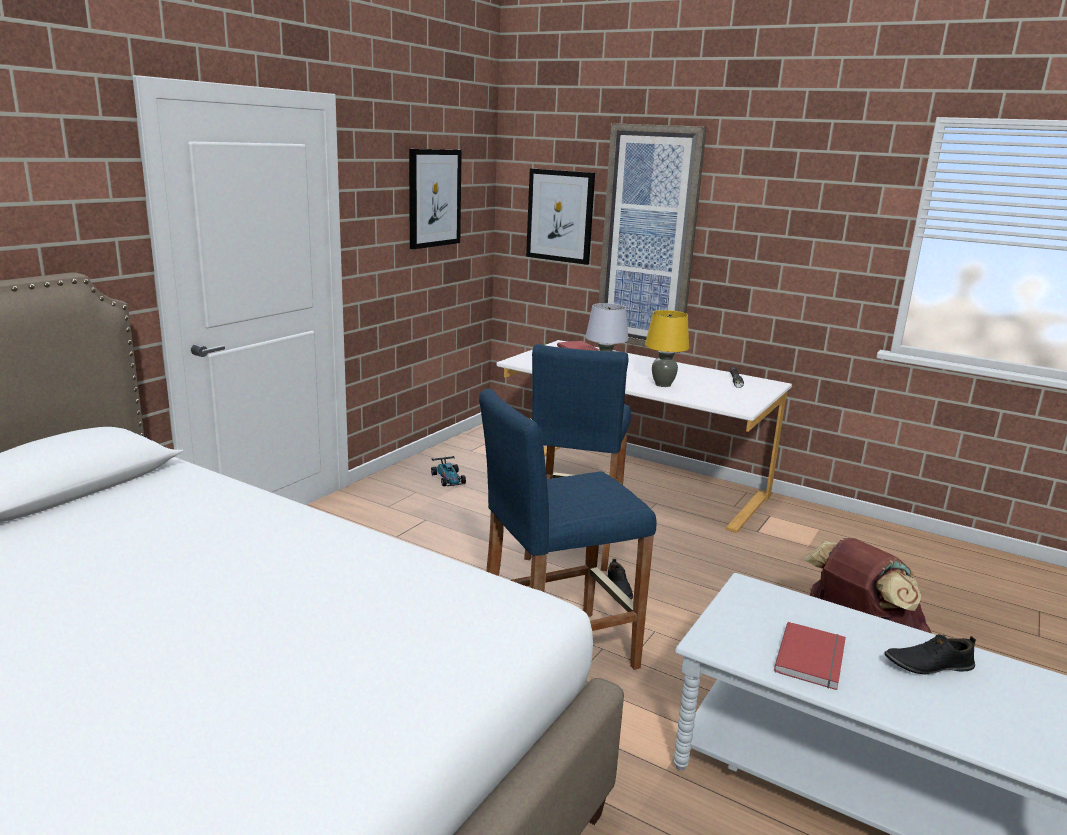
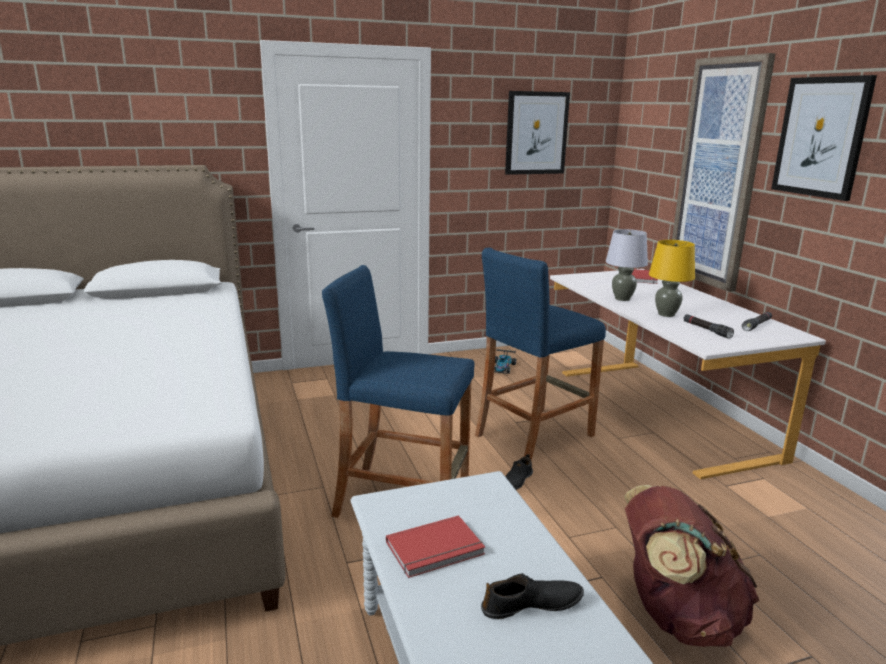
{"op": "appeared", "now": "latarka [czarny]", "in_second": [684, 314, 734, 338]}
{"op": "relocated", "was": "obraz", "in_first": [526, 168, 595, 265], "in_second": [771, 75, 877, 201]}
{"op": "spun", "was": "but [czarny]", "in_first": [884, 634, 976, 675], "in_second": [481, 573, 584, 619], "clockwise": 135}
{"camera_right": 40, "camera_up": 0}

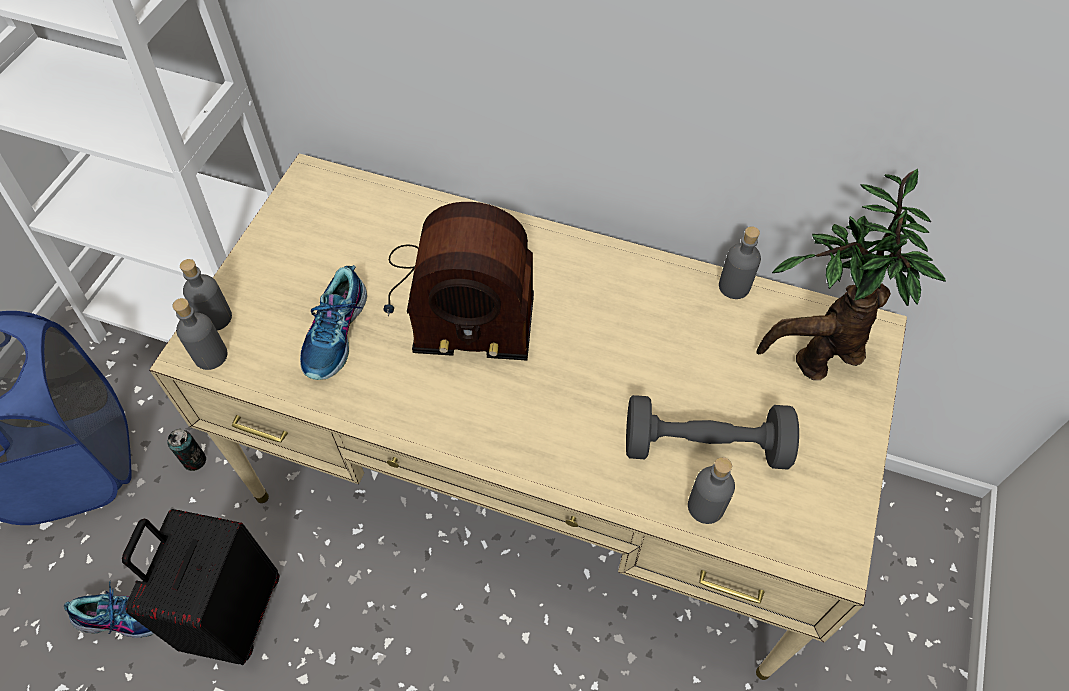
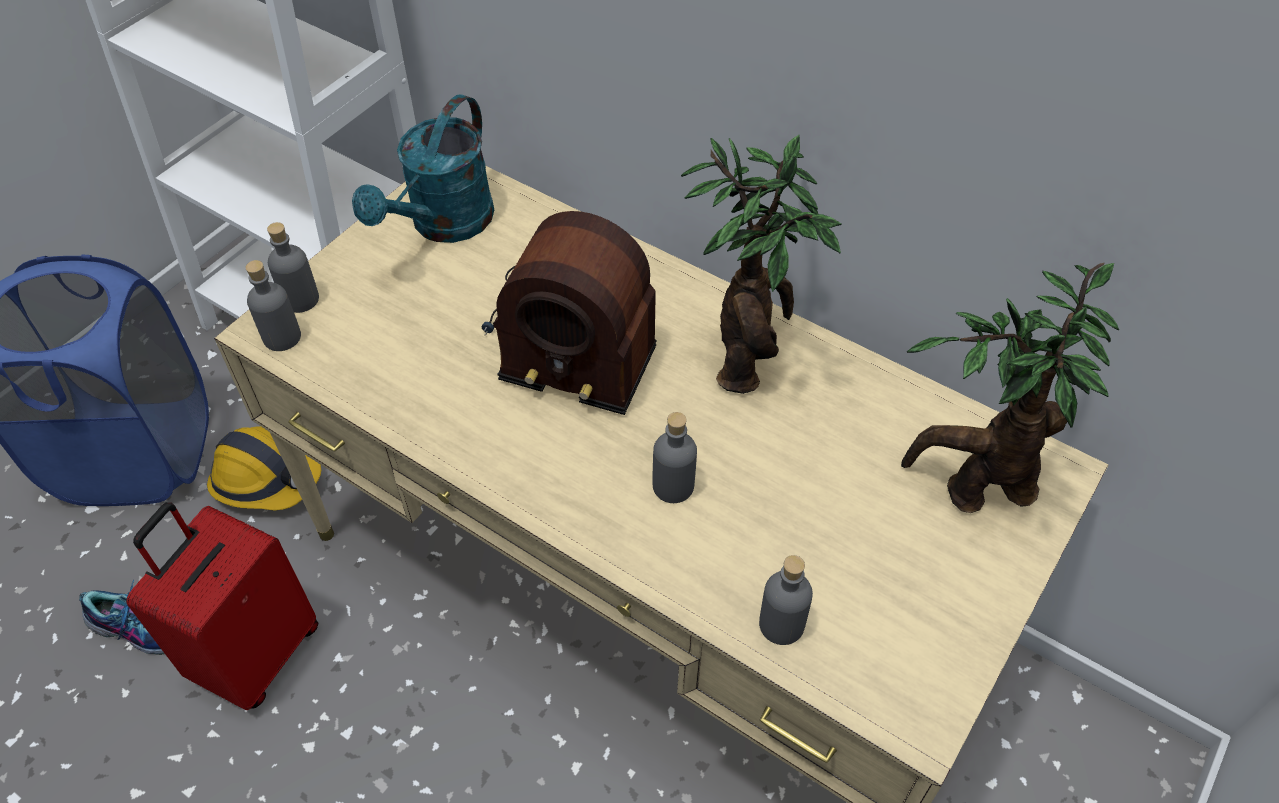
{"op": "missing", "was": "but", "in_first": [300, 265, 367, 380]}
{"op": "missing", "was": "hantel [szary]", "in_first": [626, 395, 799, 470]}
{"op": "appeared", "now": "konewka [turkusowy]", "in_second": [352, 94, 494, 243]}
{"op": "appeared", "now": "roślina doniczkowa", "in_second": [681, 135, 842, 394]}
{"op": "relocated", "was": "butelka [szary]", "in_first": [719, 226, 761, 299], "in_second": [652, 412, 697, 503]}
{"op": "exchanged", "was": "puszka", "now": "kask", "in_first": [168, 429, 206, 471], "in_second": [207, 426, 321, 510]}
{"op": "colour", "was": "walizka [czarny]", "now": "walizka [czerwony]", "in_first": [122, 509, 279, 665], "in_second": [126, 502, 318, 710]}
{"camera_right": 15, "camera_up": -5}

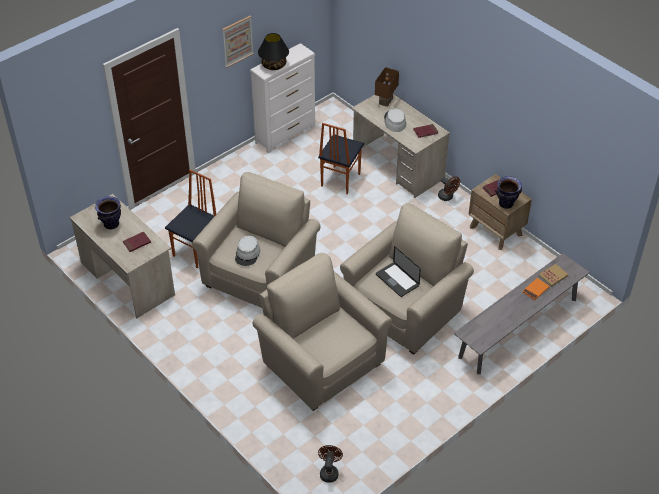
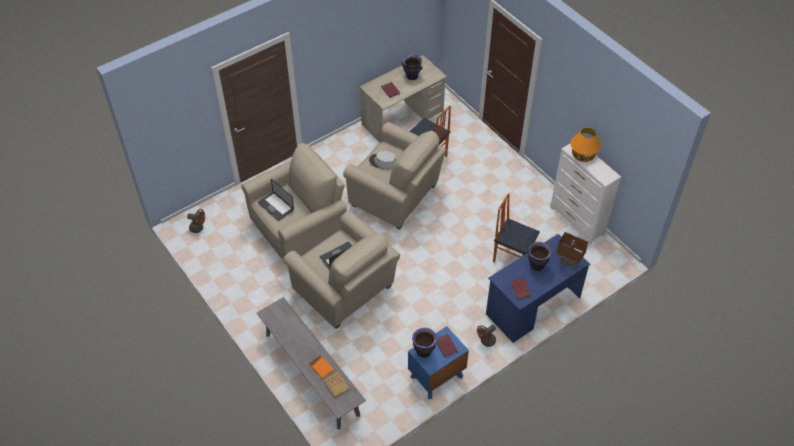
{"op": "missing", "was": "obraz", "in_first": [222, 16, 254, 68]}
{"op": "appeared", "now": "laptop", "in_second": [258, 179, 294, 221]}
{"op": "exchanged", "was": "kapelusz [szary]", "now": "wazon", "in_first": [384, 108, 406, 132], "in_second": [528, 242, 552, 271]}
{"op": "colour", "was": "lampa stołowa [czarny]", "now": "lampa stołowa [pomarańczowy]", "in_first": [258, 33, 289, 70], "in_second": [571, 128, 601, 162]}
{"op": "colour", "was": "biurko [beżowy]", "now": "biurko [niebieski]", "in_first": [352, 94, 450, 198], "in_second": [486, 234, 590, 343]}
{"op": "colour", "was": "szafka nocna [brązowy]", "now": "szafka nocna [niebieski]", "in_first": [468, 174, 532, 250], "in_second": [408, 326, 469, 399]}
{"camera_right": 95, "camera_up": 5}

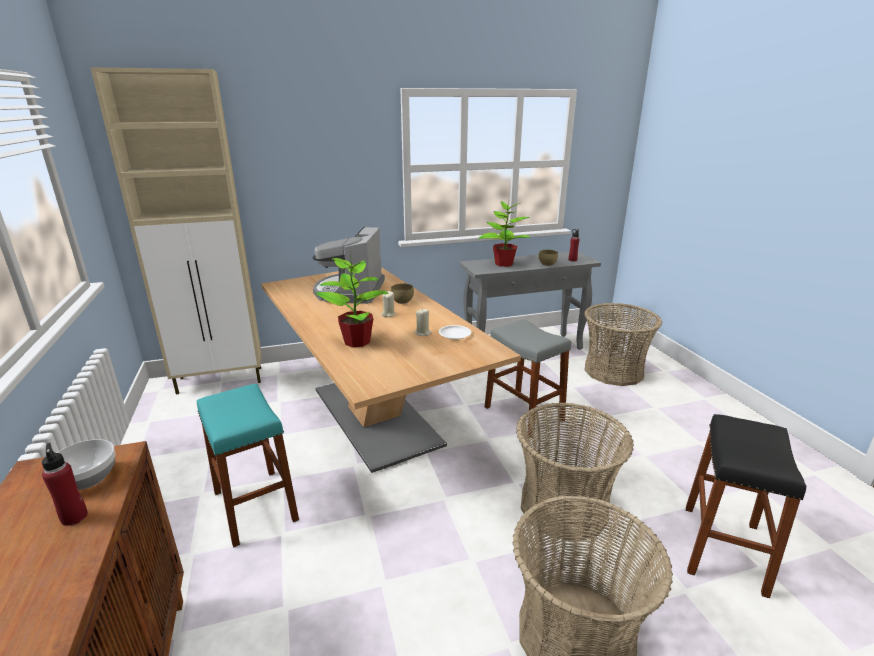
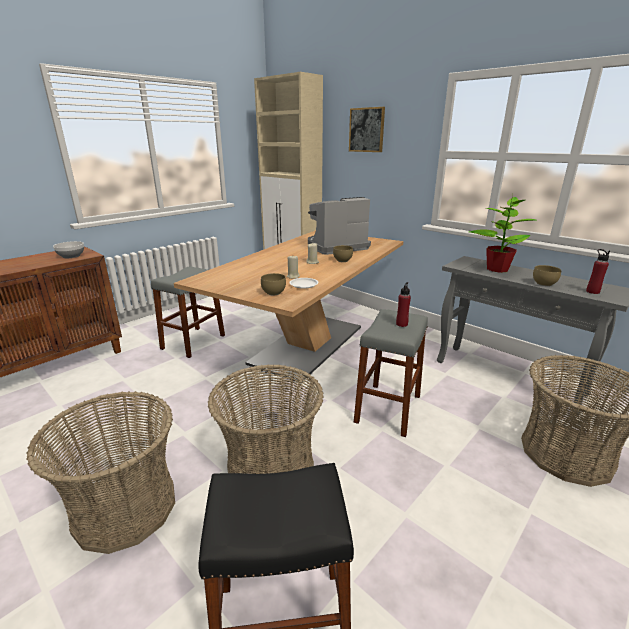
{"op": "missing", "was": "roślina doniczkowa", "in_first": [315, 253, 389, 347]}
{"op": "appeared", "now": "miska [brązowy]", "in_second": [261, 273, 286, 296]}
{"op": "appeared", "now": "obraz", "in_second": [349, 107, 385, 152]}
{"op": "relocated", "was": "butelka [czerwony]", "in_first": [42, 443, 88, 526], "in_second": [396, 282, 411, 327]}
{"op": "colour", "was": "stołek [turkusowy]", "now": "stołek [szary]", "in_first": [197, 384, 299, 547], "in_second": [151, 266, 225, 358]}
{"camera_right": 60, "camera_up": 0}

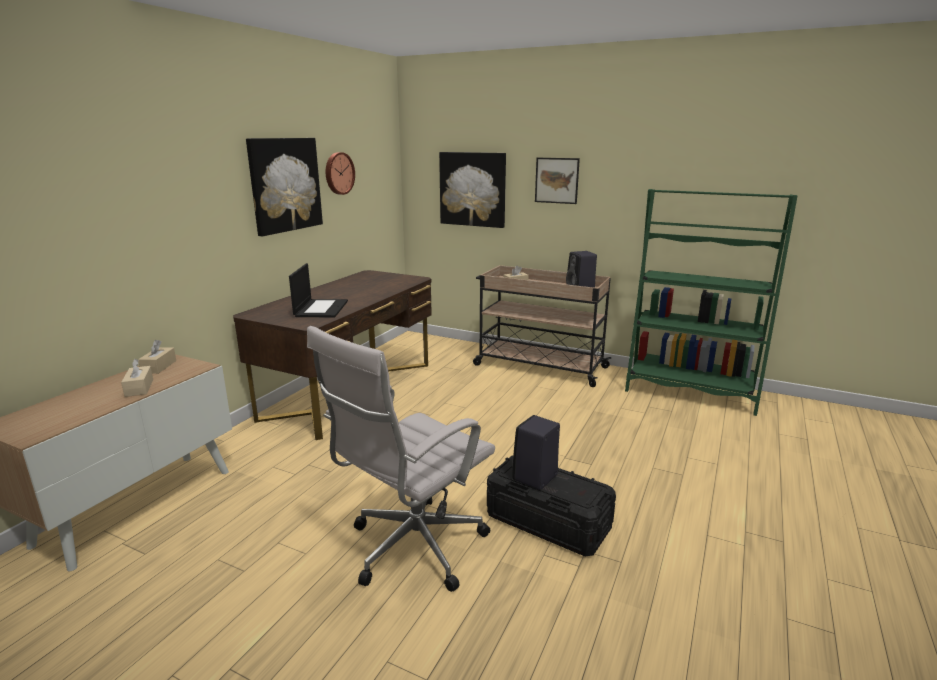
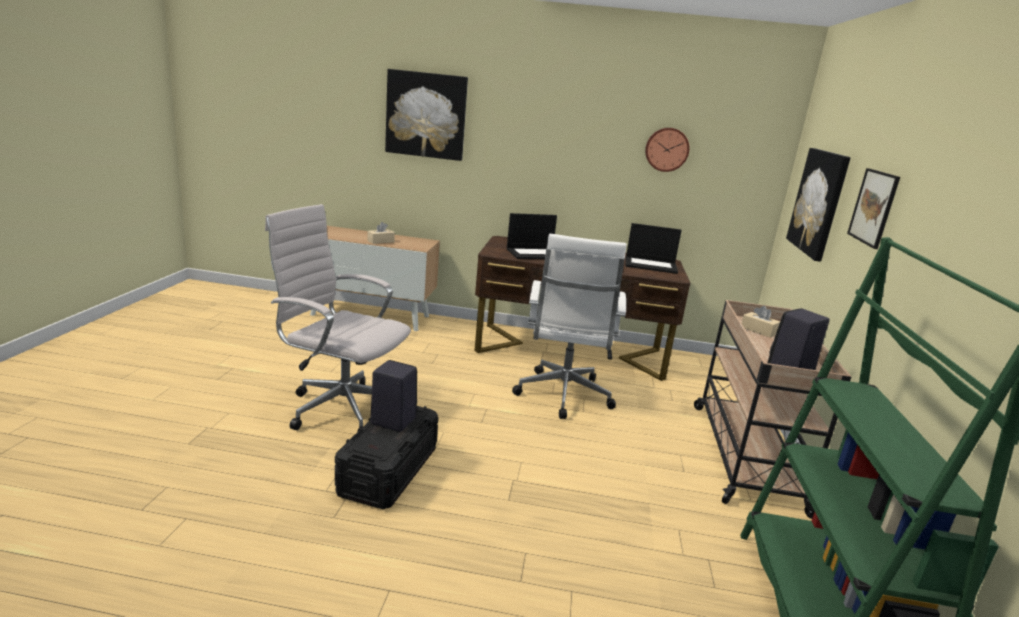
{"op": "missing", "was": "pudełko chusteczek [beżowy]", "in_first": [138, 340, 176, 374]}
{"op": "appeared", "now": "krzesło biurowe [biały]", "in_second": [512, 234, 627, 419]}
{"op": "appeared", "now": "laptop", "in_second": [626, 223, 682, 274]}
{"op": "relocated", "was": "obraz", "in_first": [246, 138, 323, 236], "in_second": [385, 69, 468, 161]}
{"camera_right": 70, "camera_up": 0}

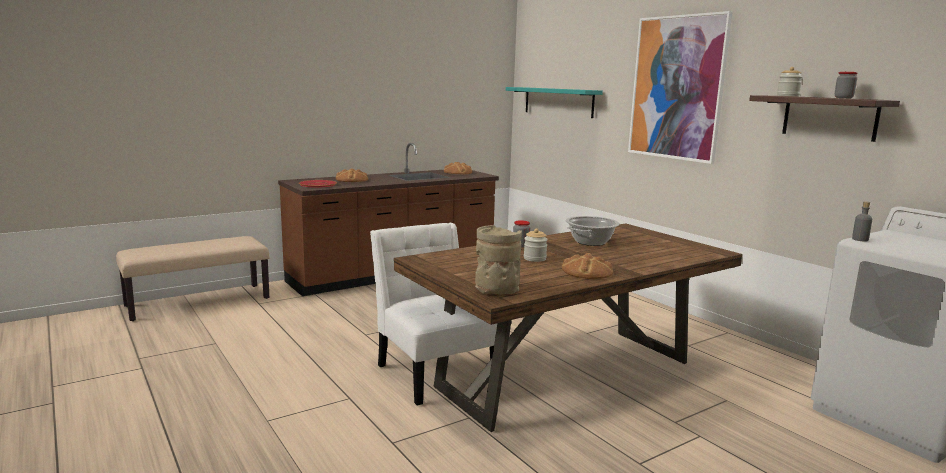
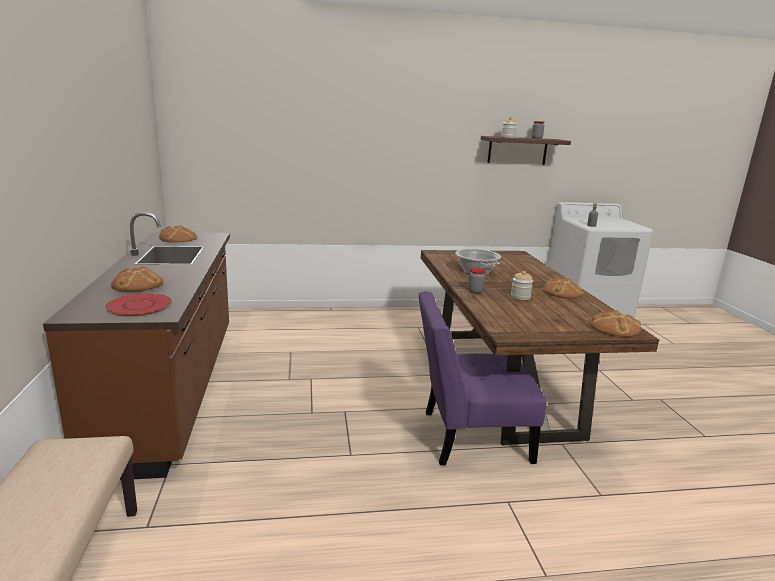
{"op": "missing", "was": "półka [turkusowy]", "in_first": [506, 87, 603, 118]}
{"op": "missing", "was": "obraz", "in_first": [628, 11, 733, 164]}
{"op": "exchanged", "was": "wazon [beżowy]", "now": "chleb", "in_first": [475, 225, 522, 295], "in_second": [589, 310, 641, 337]}
{"op": "colour", "was": "krzesło [biały]", "now": "krzesło [fioletowy]", "in_first": [370, 223, 497, 406], "in_second": [418, 291, 547, 465]}
{"camera_right": -65, "camera_up": 5}

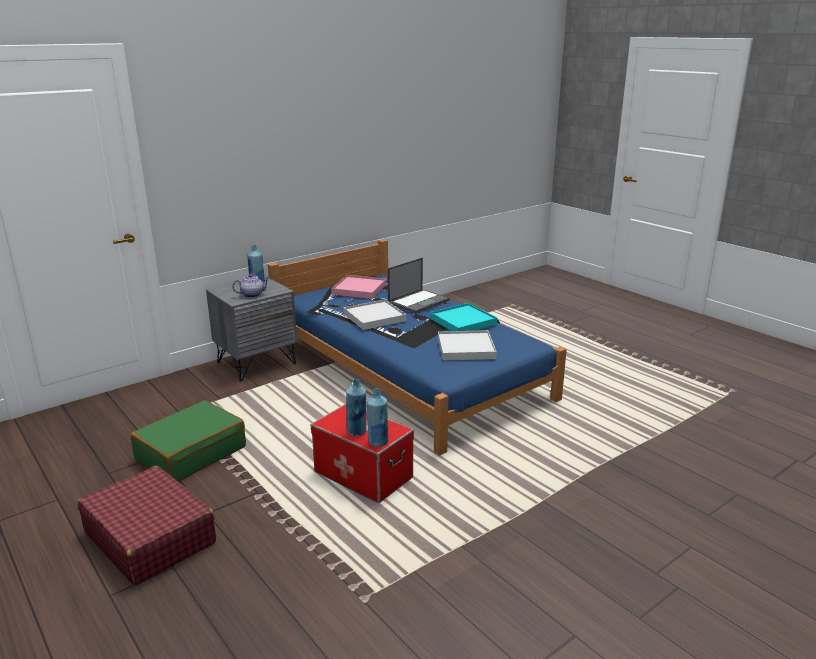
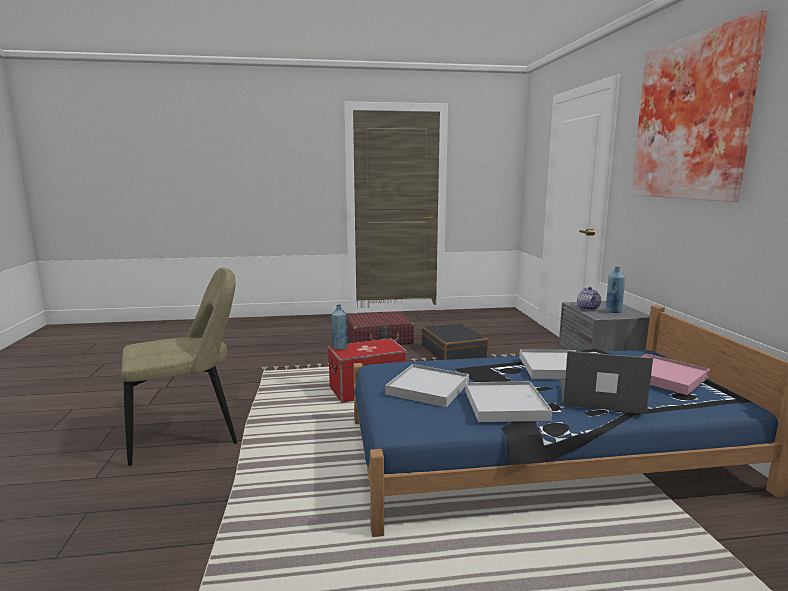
{"op": "missing", "was": "butelka [niebieski]", "in_first": [346, 379, 367, 436]}
{"op": "appeared", "now": "krzesło [beżowy]", "in_second": [121, 268, 238, 466]}
{"op": "appeared", "now": "obraz", "in_second": [631, 9, 768, 202]}
{"op": "colour", "was": "walizka [zielony]", "now": "walizka [czarny]", "in_first": [131, 400, 246, 482], "in_second": [421, 323, 489, 360]}
{"op": "colour", "was": "taca [turkusowy]", "now": "taca [biały]", "in_first": [430, 303, 498, 331], "in_second": [465, 381, 552, 422]}
{"op": "spun", "was": "laptop", "in_first": [387, 258, 450, 313], "in_second": [560, 351, 653, 414], "clockwise": 120}
{"camera_right": 120, "camera_up": -10}

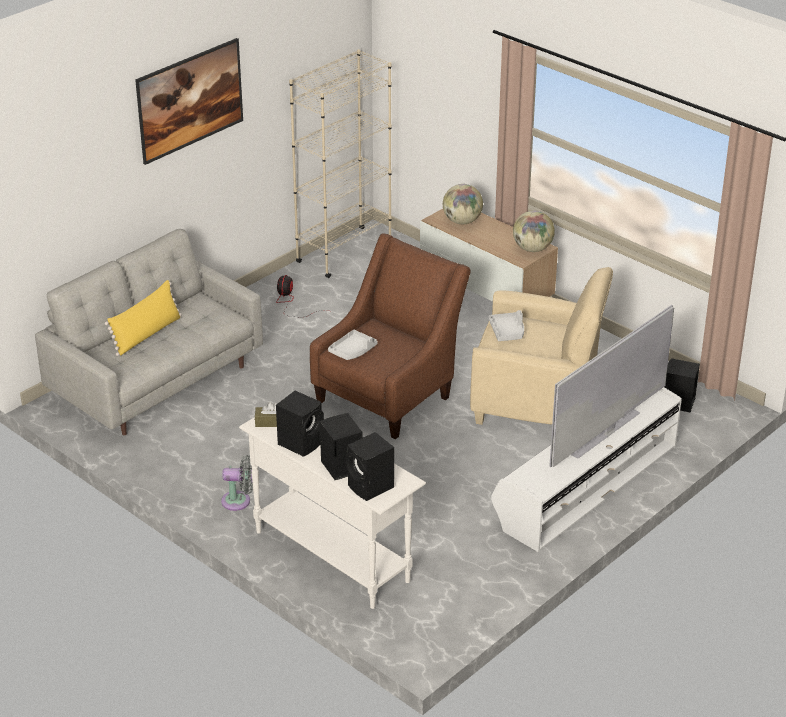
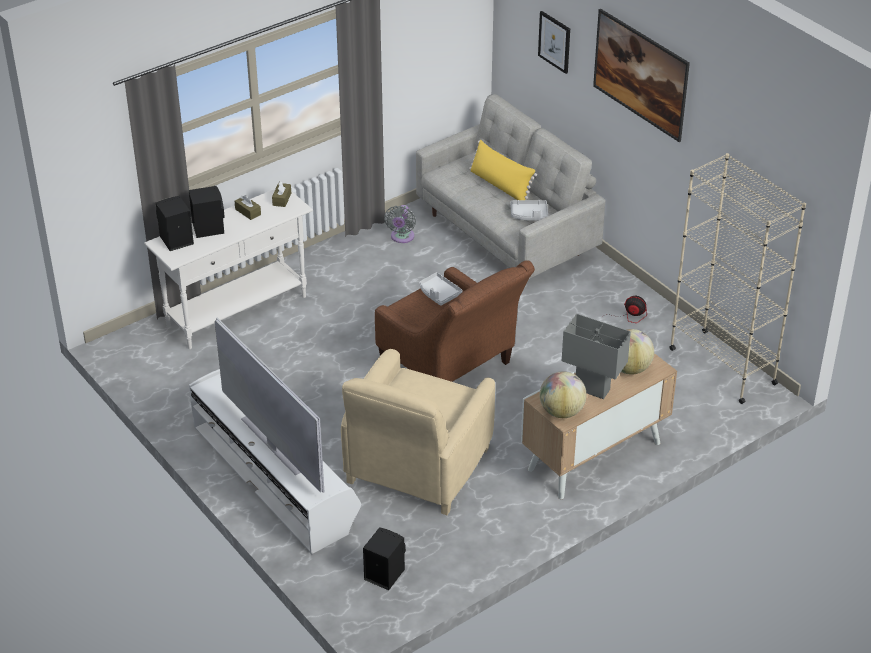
{"op": "appeared", "now": "obraz", "in_second": [538, 11, 570, 74]}
{"op": "appeared", "now": "lampa stołowa [szary]", "in_second": [562, 314, 631, 399]}
{"op": "relocated", "was": "wentylator [szary]", "in_first": [221, 455, 253, 511], "in_second": [384, 205, 416, 243]}
{"op": "relocated", "was": "taca [szary]", "in_first": [489, 310, 524, 341], "in_second": [510, 200, 548, 221]}
{"op": "exchanged", "was": "głośnik [czarny]", "now": "pudełko chusteczek [brązowy]", "in_first": [276, 390, 324, 457], "in_second": [235, 195, 261, 220]}
{"camera_right": 100, "camera_up": 5}

